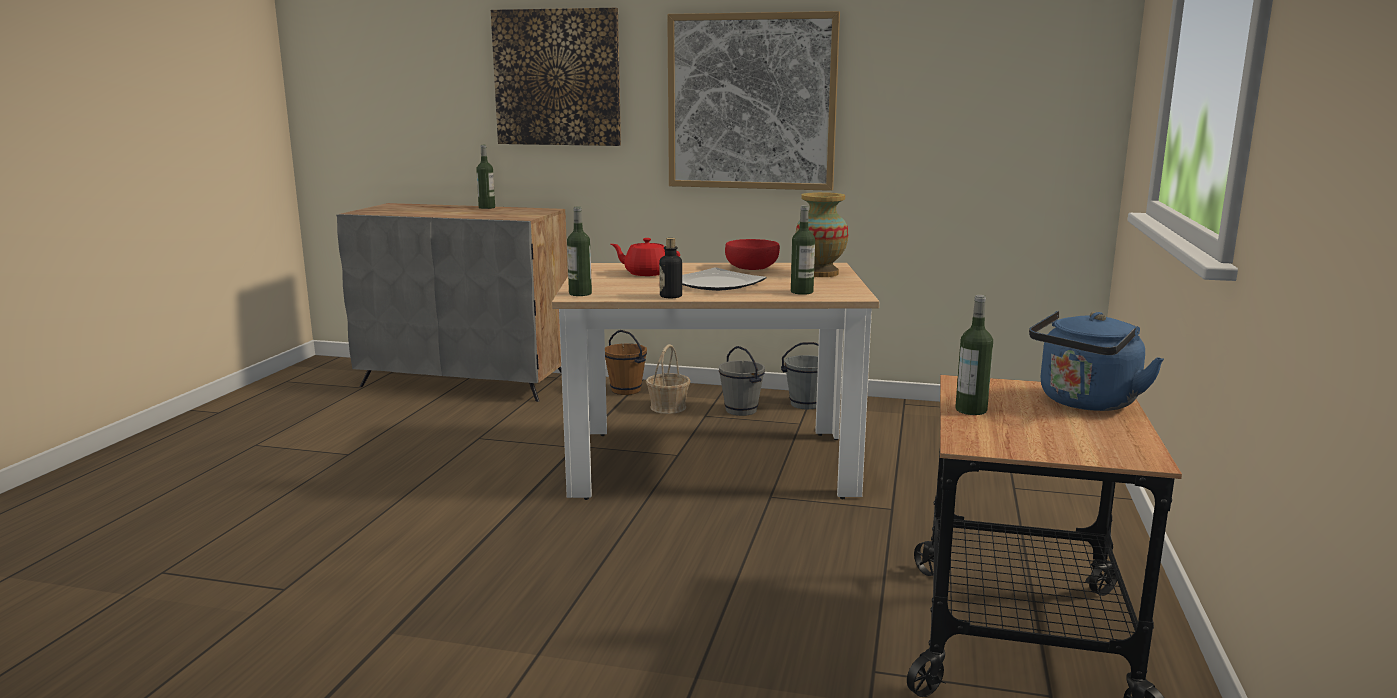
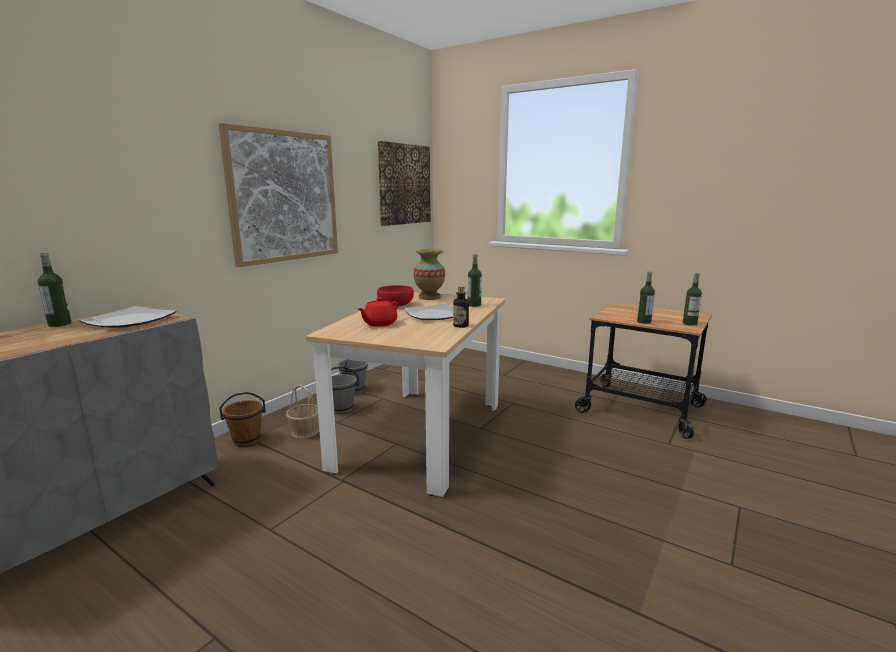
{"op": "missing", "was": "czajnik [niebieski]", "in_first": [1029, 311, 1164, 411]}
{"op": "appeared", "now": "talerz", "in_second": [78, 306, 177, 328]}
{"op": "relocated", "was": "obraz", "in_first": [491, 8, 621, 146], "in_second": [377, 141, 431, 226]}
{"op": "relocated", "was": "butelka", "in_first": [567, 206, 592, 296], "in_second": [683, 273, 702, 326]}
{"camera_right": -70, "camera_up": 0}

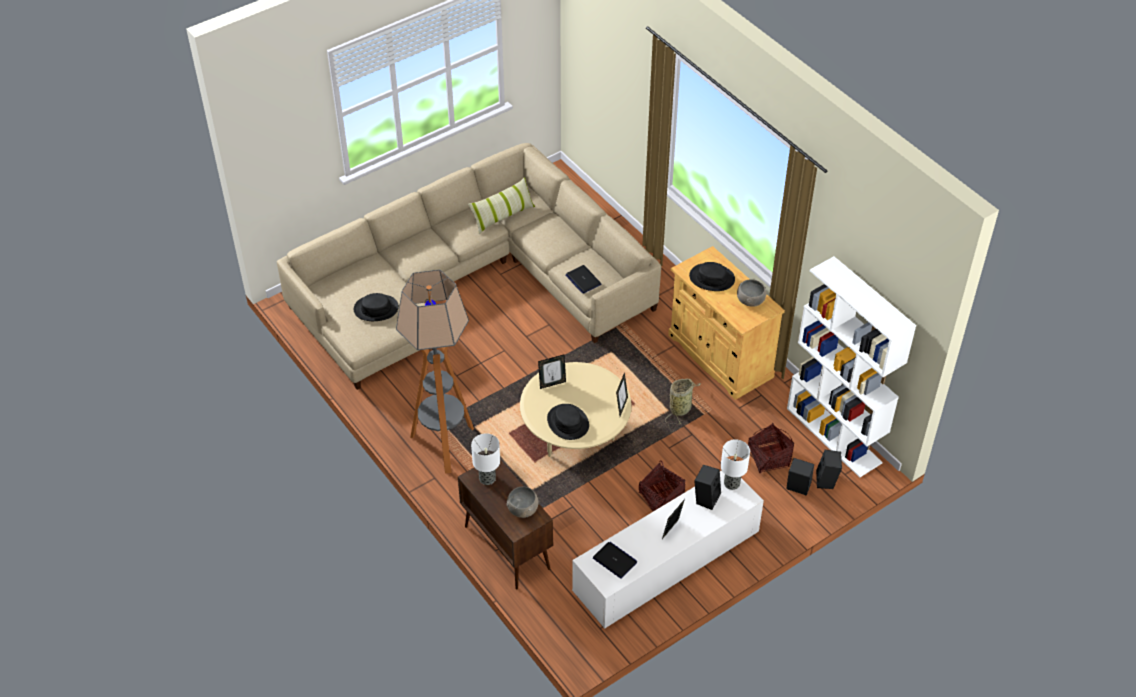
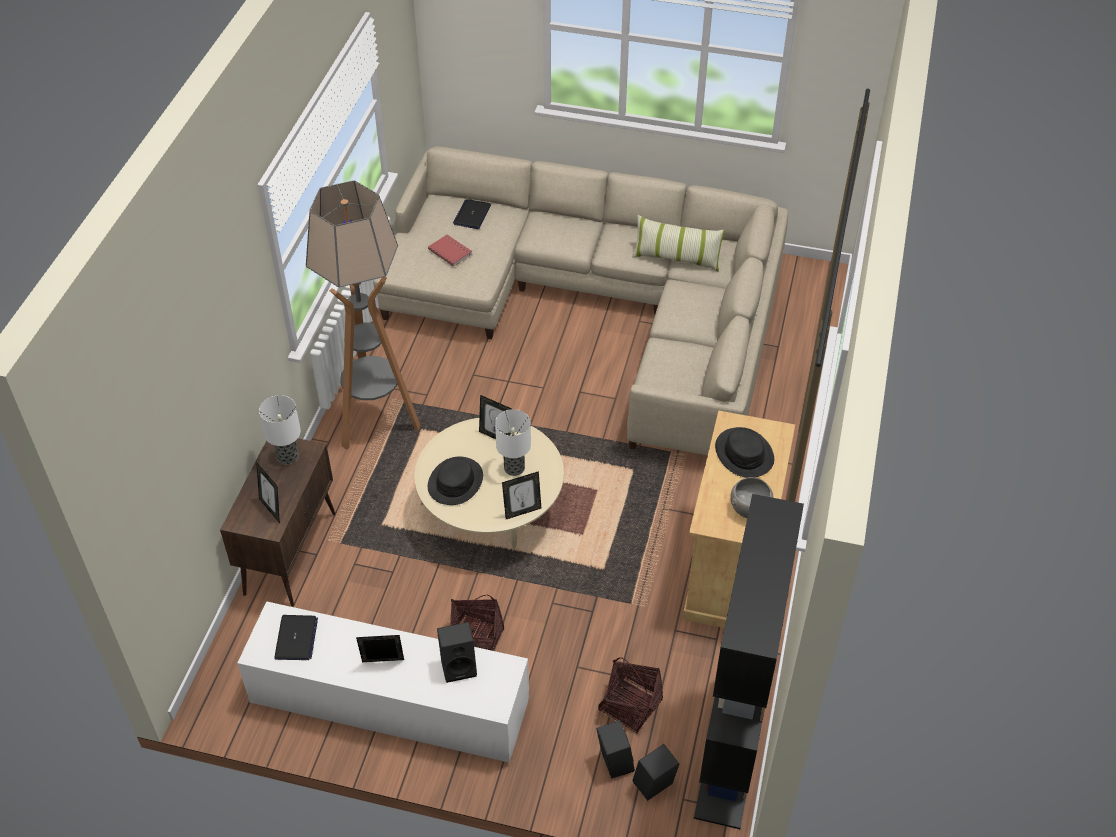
{"op": "missing", "was": "koszyk", "in_first": [665, 379, 701, 424]}
{"op": "relocated", "was": "laptop", "in_first": [565, 265, 601, 294], "in_second": [453, 199, 491, 229]}
{"op": "relocated", "was": "lampa stołowa", "in_first": [721, 439, 750, 490], "in_second": [495, 409, 531, 476]}
{"op": "exchanged", "was": "kapelusz [czarny]", "now": "książka [czerwony]", "in_first": [354, 293, 399, 321], "in_second": [428, 235, 472, 267]}
{"op": "exchanged", "was": "miska [szary]", "now": "ramka na zdjęcie", "in_first": [507, 486, 539, 518], "in_second": [256, 462, 280, 523]}
{"op": "colour", "was": "regał [biały]", "now": "regał [czarny]", "in_first": [787, 256, 916, 477], "in_second": [694, 494, 804, 829]}
{"camera_right": 50, "camera_up": 0}

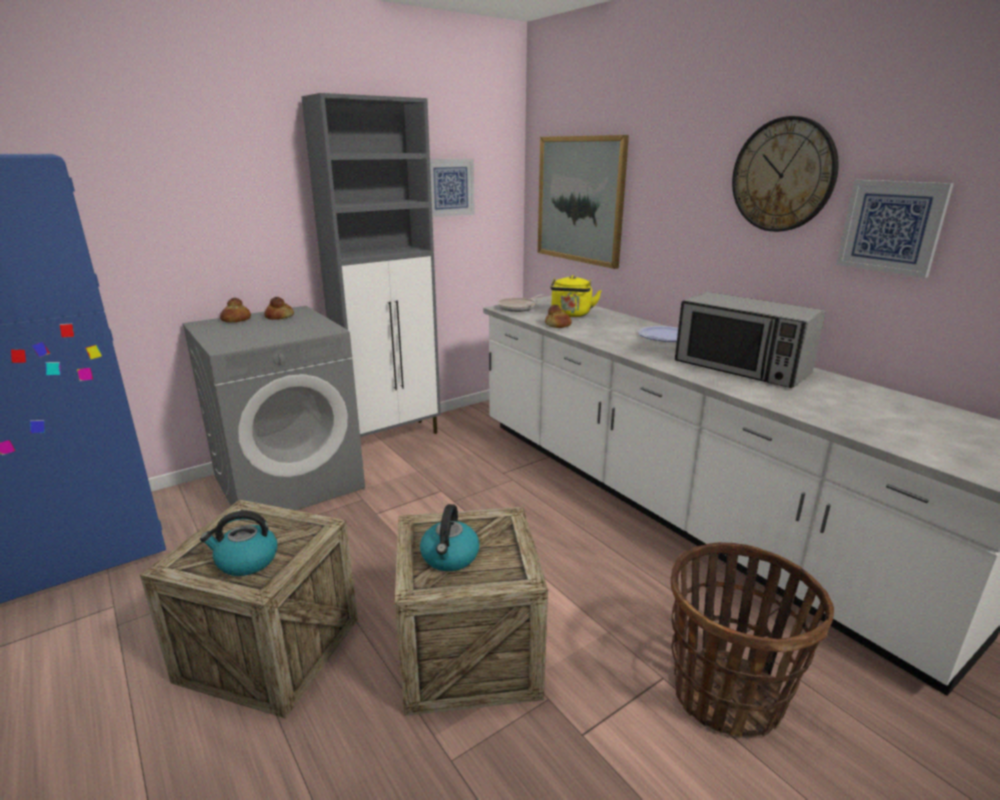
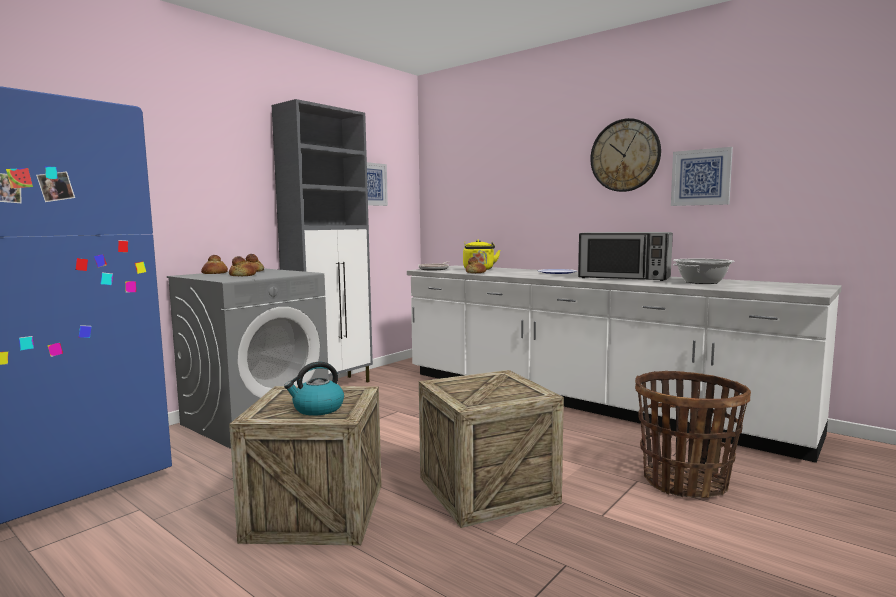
{"op": "missing", "was": "czajnik", "in_first": [420, 504, 480, 571]}
{"op": "missing", "was": "obraz", "in_first": [538, 135, 629, 269]}
{"op": "appeared", "now": "chleb", "in_second": [229, 256, 256, 276]}
{"op": "appeared", "now": "garnek", "in_second": [673, 259, 734, 284]}
{"camera_right": -15, "camera_up": -15}

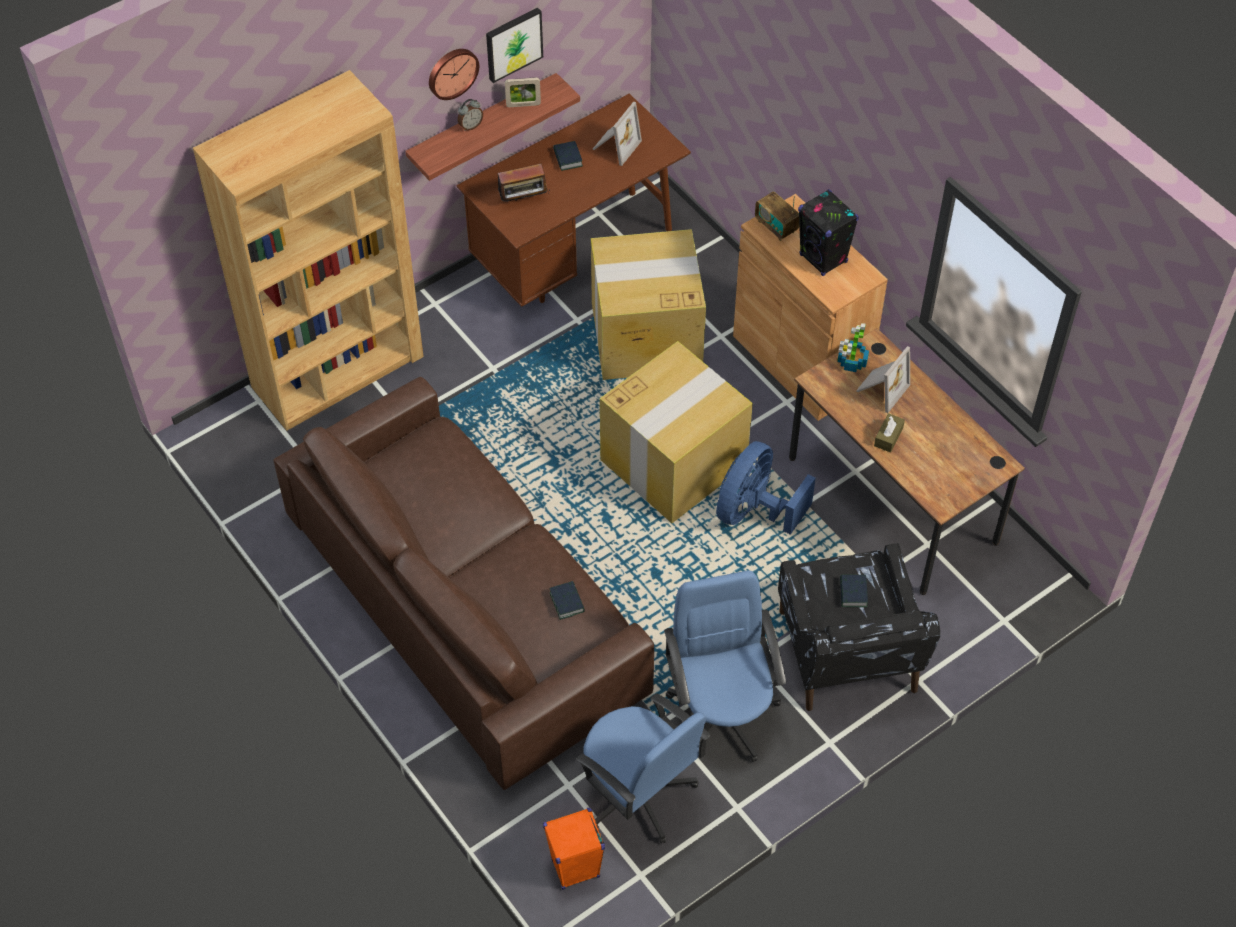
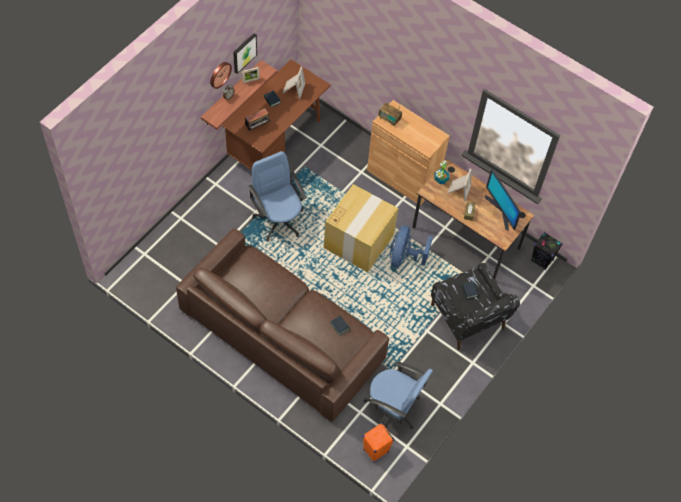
{"op": "missing", "was": "regał [brązowy]", "in_first": [193, 70, 424, 431]}
{"op": "missing", "was": "karton", "in_first": [591, 229, 706, 380]}
{"op": "appeared", "now": "monitor", "in_second": [485, 169, 521, 231]}
{"op": "relocated", "was": "krzesło biurowe [niebieski]", "in_first": [664, 570, 787, 762], "in_second": [248, 151, 307, 241]}
{"op": "relocated", "was": "głośnik [czarny]", "in_first": [798, 189, 859, 276], "in_second": [531, 232, 563, 270]}
{"camera_right": -20, "camera_up": 5}

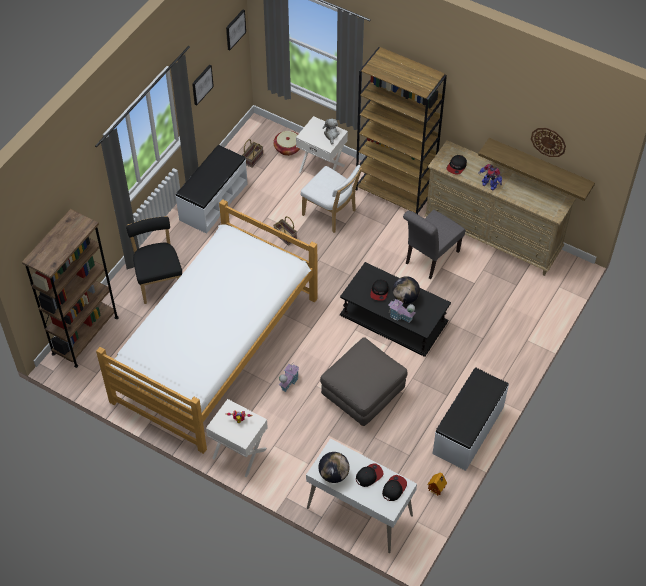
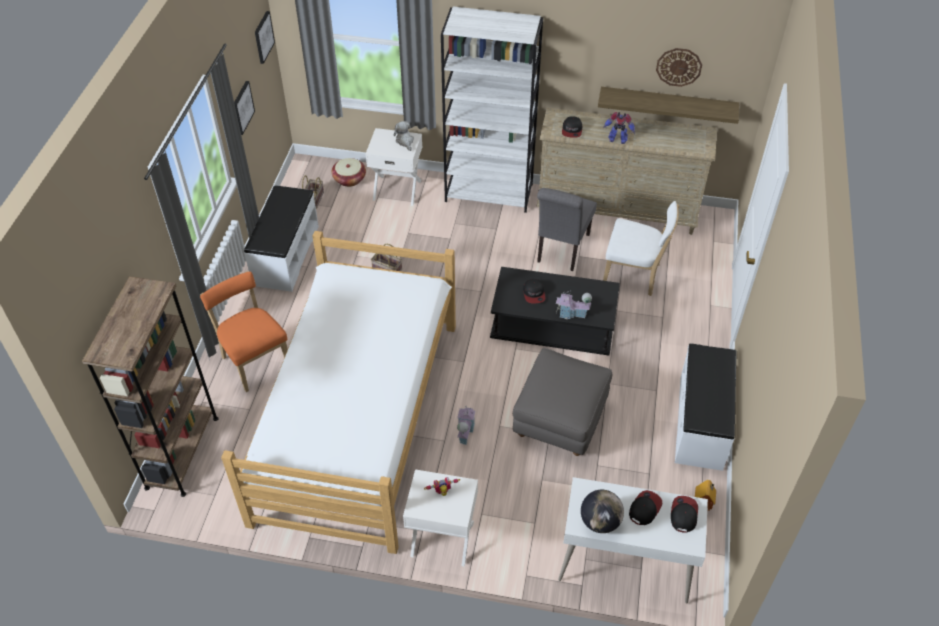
{"op": "missing", "was": "globus", "in_first": [393, 276, 420, 304]}
{"op": "relocated", "was": "krzesło [biały]", "in_first": [301, 165, 362, 233], "in_second": [603, 201, 679, 296]}
{"op": "colour", "was": "krzesło [czarny]", "now": "krzesło [pomarańczowy]", "in_first": [126, 216, 182, 304], "in_second": [200, 271, 288, 392]}
{"op": "colour", "was": "regał [brązowy]", "now": "regał [biały]", "in_first": [356, 47, 447, 214], "in_second": [441, 6, 543, 213]}
{"camera_right": -20, "camera_up": -5}

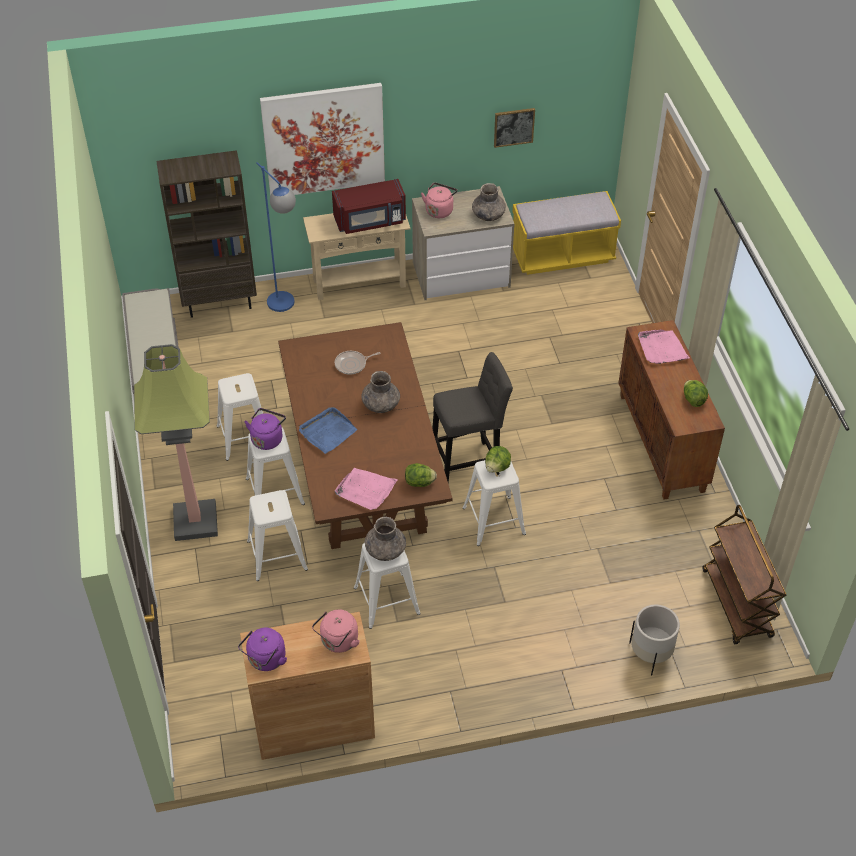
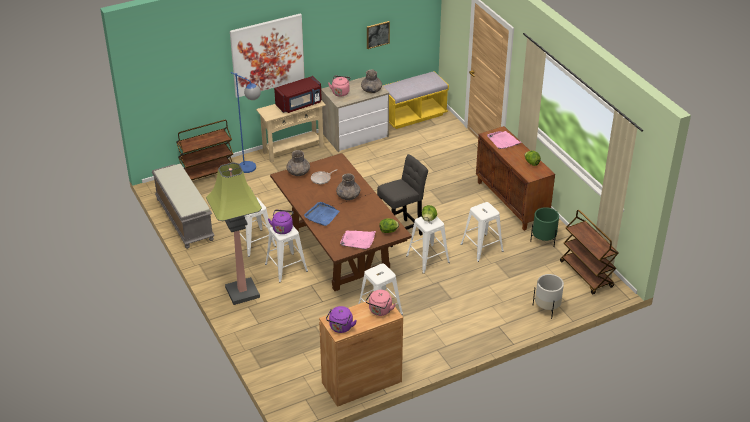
{"op": "appeared", "now": "donica [zielony]", "in_second": [530, 207, 559, 246]}
{"op": "relocated", "was": "stołek [biały]", "in_first": [247, 490, 308, 581], "in_second": [460, 202, 504, 262]}
{"op": "relocated", "was": "wazon [szary]", "in_first": [365, 517, 406, 561], "in_second": [286, 150, 310, 176]}
{"op": "exchanged", "was": "regał [brązowy]", "now": "wózek [brązowy]", "in_first": [156, 150, 257, 318], "in_second": [176, 120, 233, 180]}
{"camera_right": -15, "camera_up": -10}

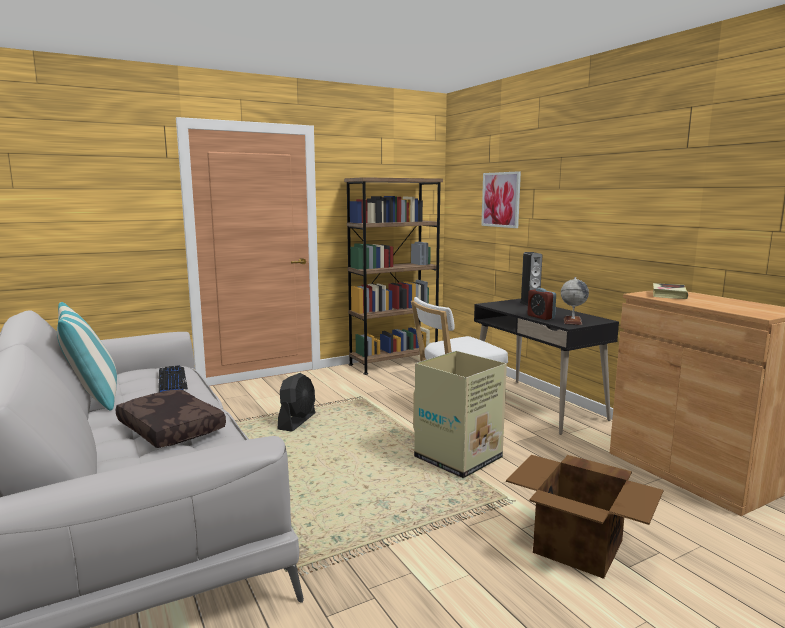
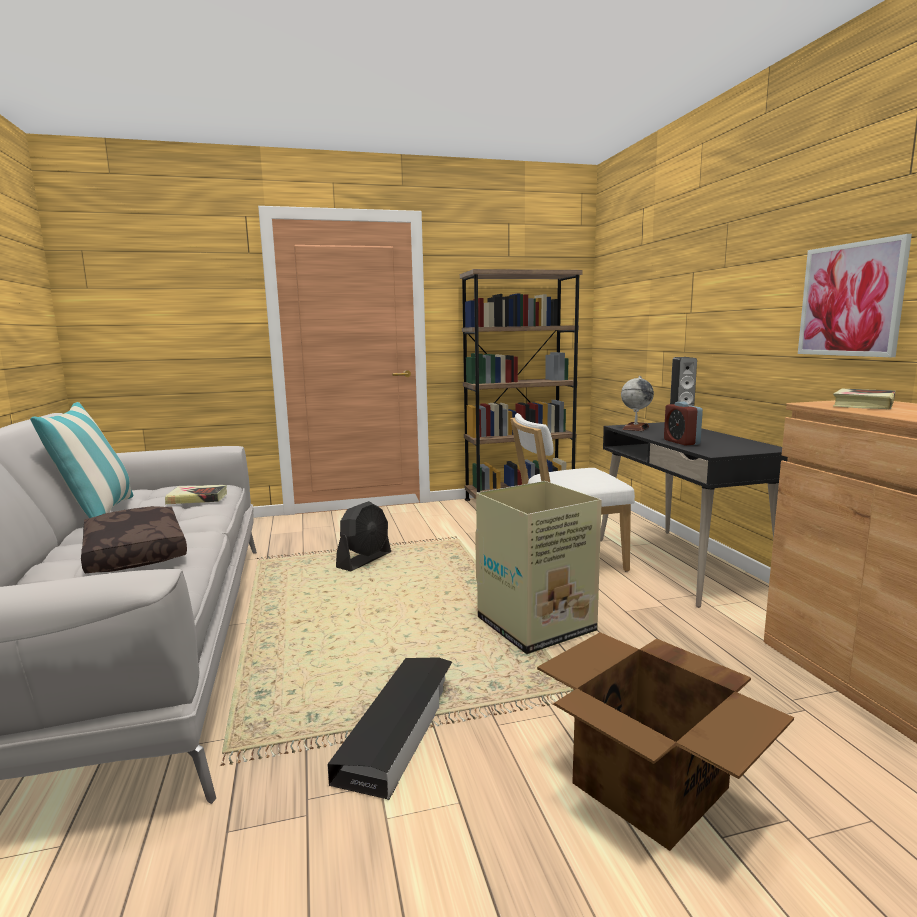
{"op": "appeared", "now": "pojemnik do przechowywania [czarny]", "in_second": [327, 657, 452, 800]}
{"op": "relocated", "was": "obraz", "in_first": [481, 171, 521, 228], "in_second": [798, 234, 912, 357]}
{"op": "relocated", "was": "globus", "in_first": [561, 277, 589, 325], "in_second": [621, 376, 654, 431]}
{"op": "exchanged", "was": "klawiatura", "now": "książka", "in_first": [159, 365, 188, 392], "in_second": [165, 485, 227, 504]}
{"camera_right": 15, "camera_up": 0}

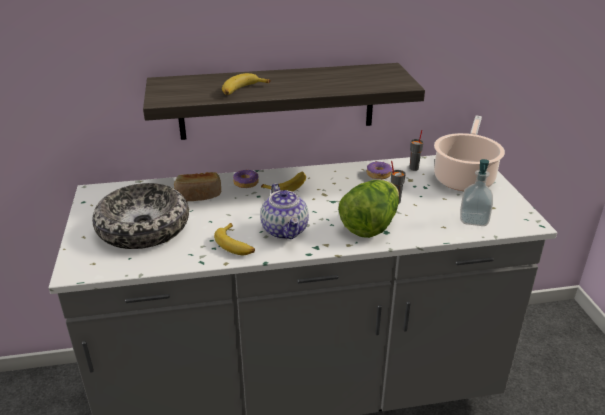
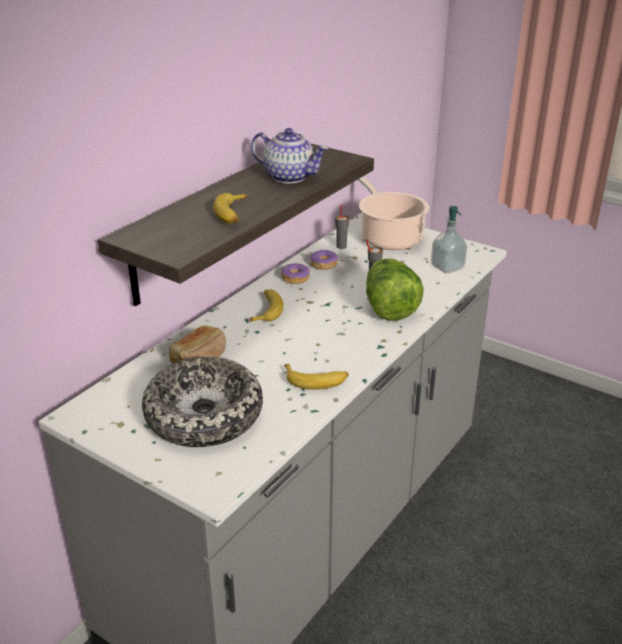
{"op": "relocated", "was": "donut", "in_first": [233, 170, 259, 188], "in_second": [281, 263, 310, 284]}
{"op": "relocated", "was": "imbryk", "in_first": [261, 183, 309, 240], "in_second": [251, 128, 329, 184]}
{"camera_right": -45, "camera_up": 0}

